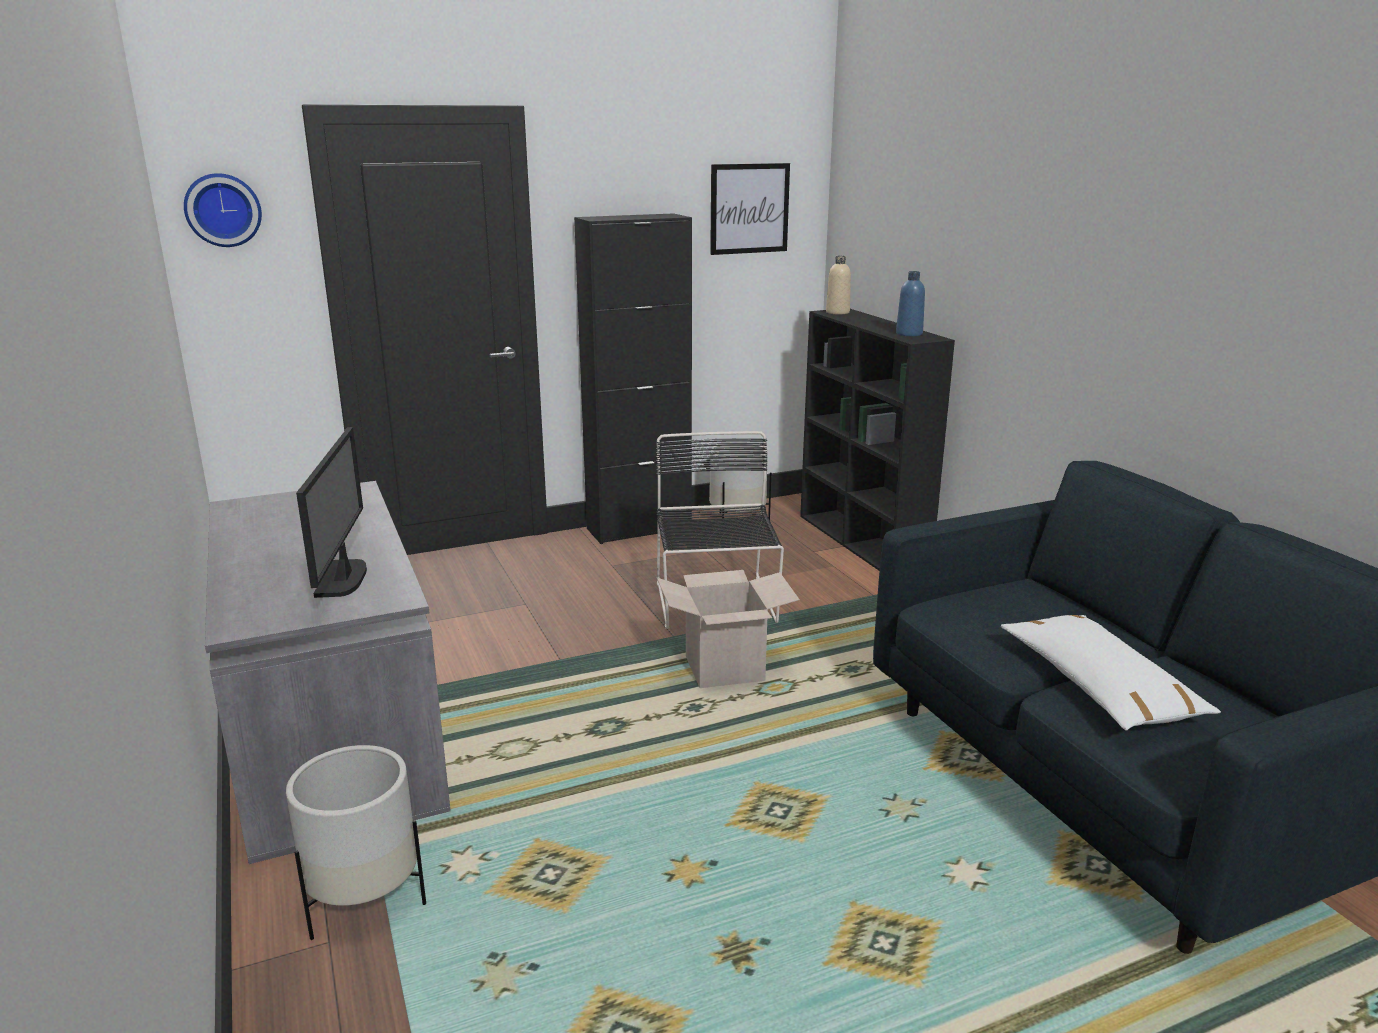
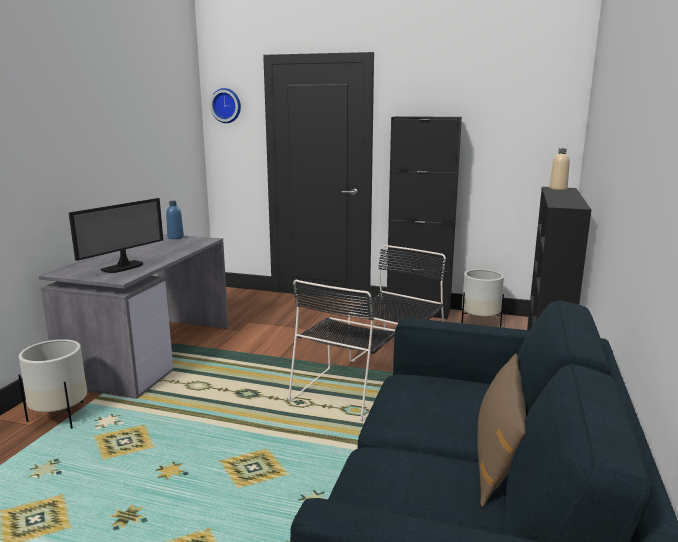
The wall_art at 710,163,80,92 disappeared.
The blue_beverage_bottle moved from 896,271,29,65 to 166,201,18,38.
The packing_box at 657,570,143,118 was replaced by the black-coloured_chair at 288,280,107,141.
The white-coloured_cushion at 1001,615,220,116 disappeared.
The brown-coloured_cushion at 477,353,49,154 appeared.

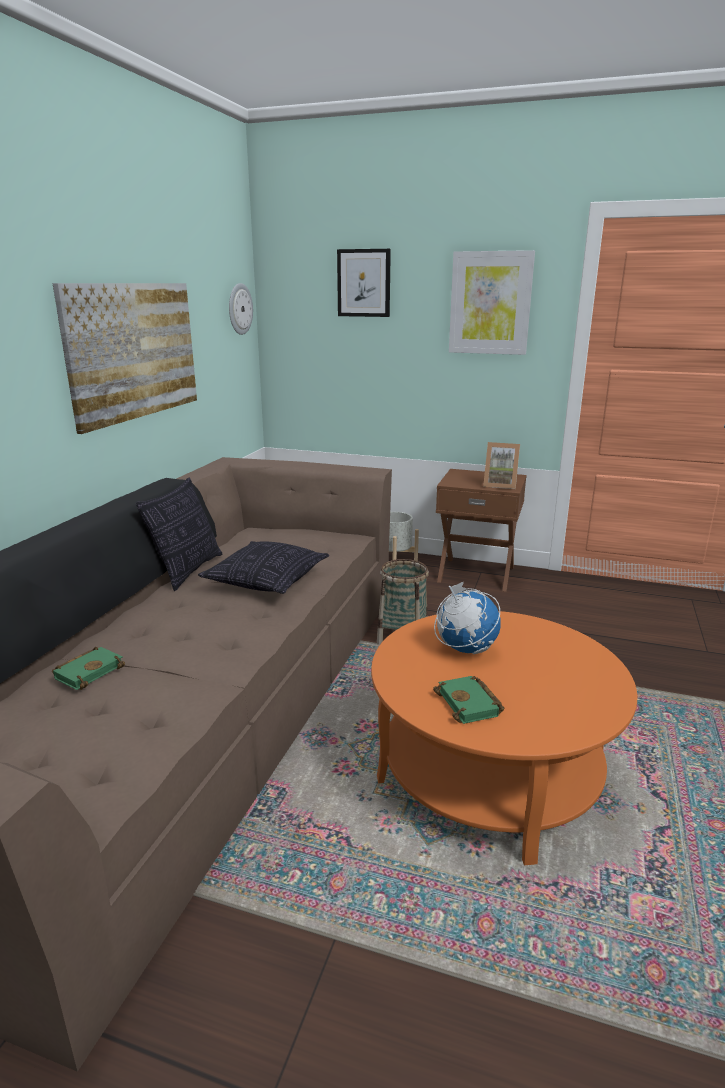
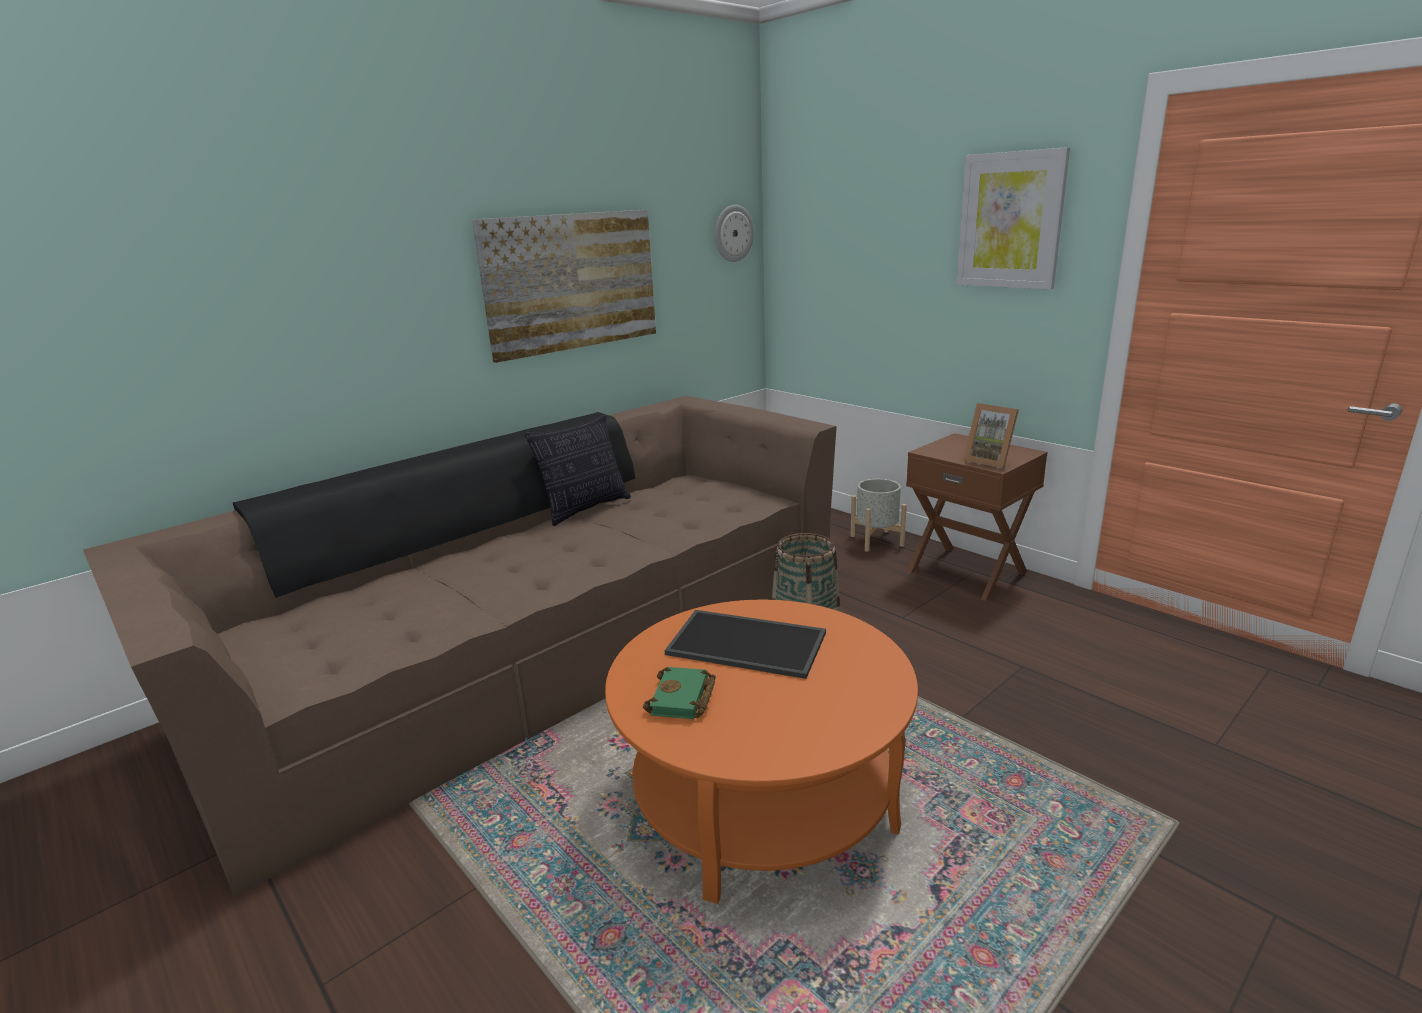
The wall_art at 337,249,54,68 disappeared.
The cushion at 198,541,131,53 disappeared.
The world_globe at 434,582,67,72 was replaced by the tray at 665,610,161,69.
The green_volume at 52,647,73,43 disappeared.

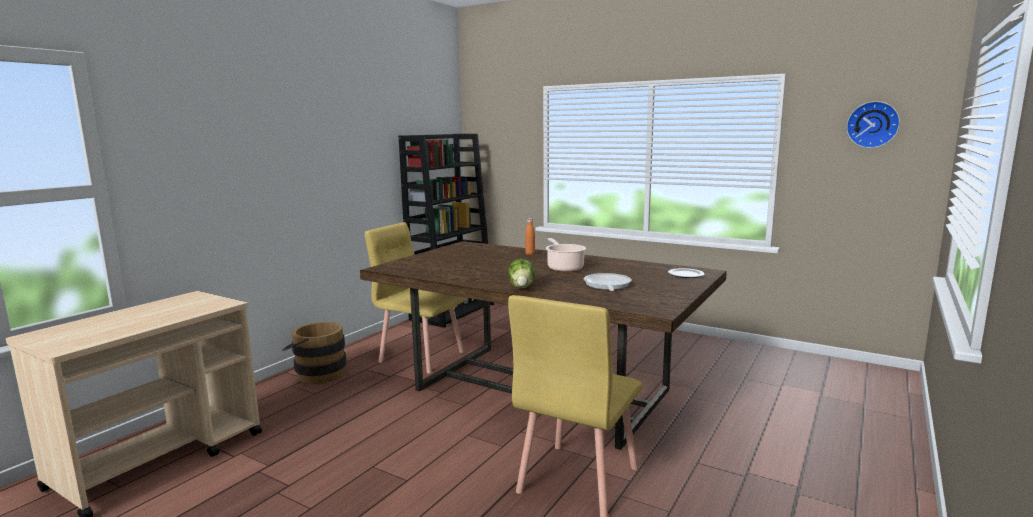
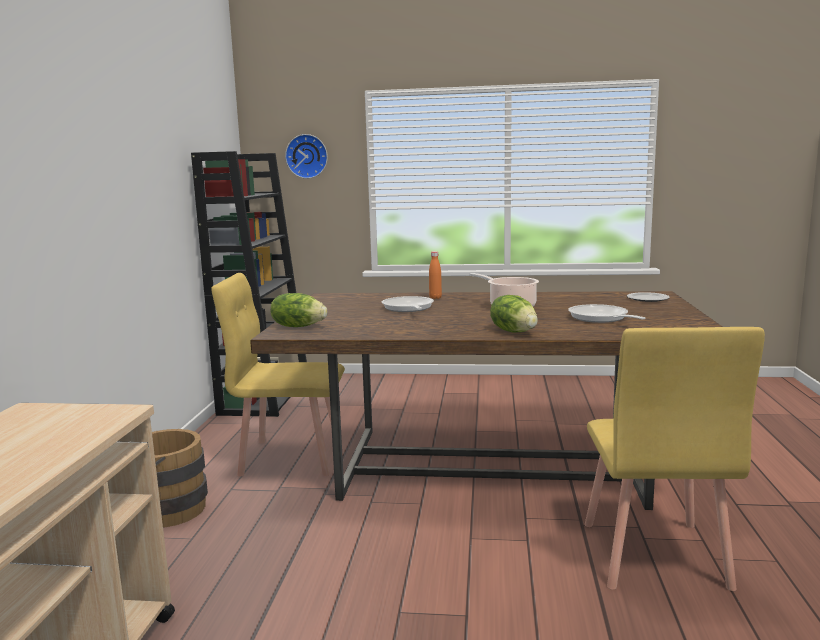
The hanging_clock moved from 846,101,54,47 to 285,134,43,45.
The lettuce_head at 270,293,57,34 appeared.
The frying_pan at 382,296,52,16 appeared.

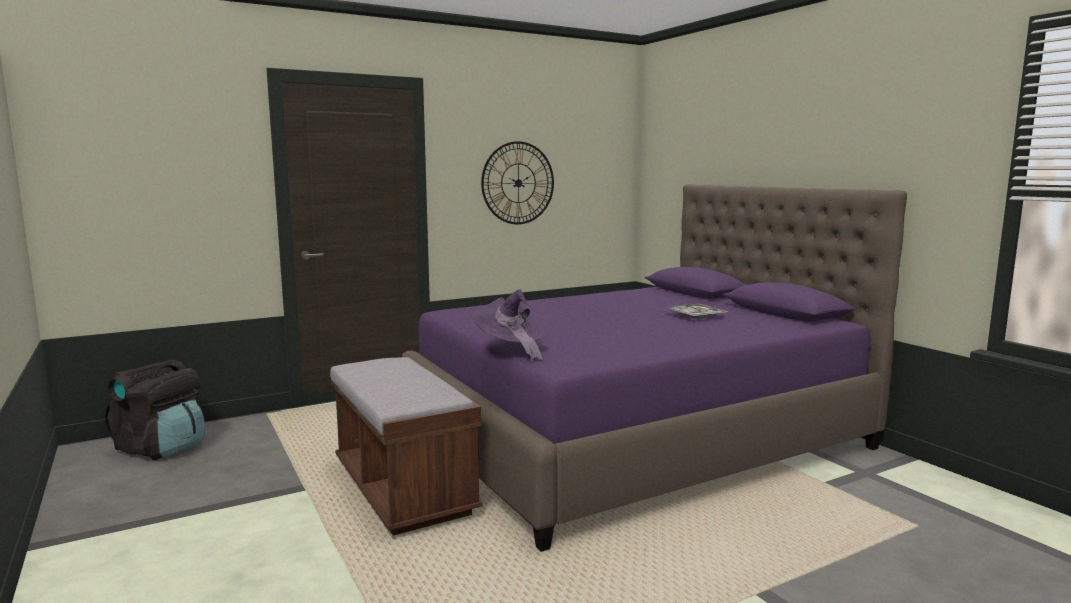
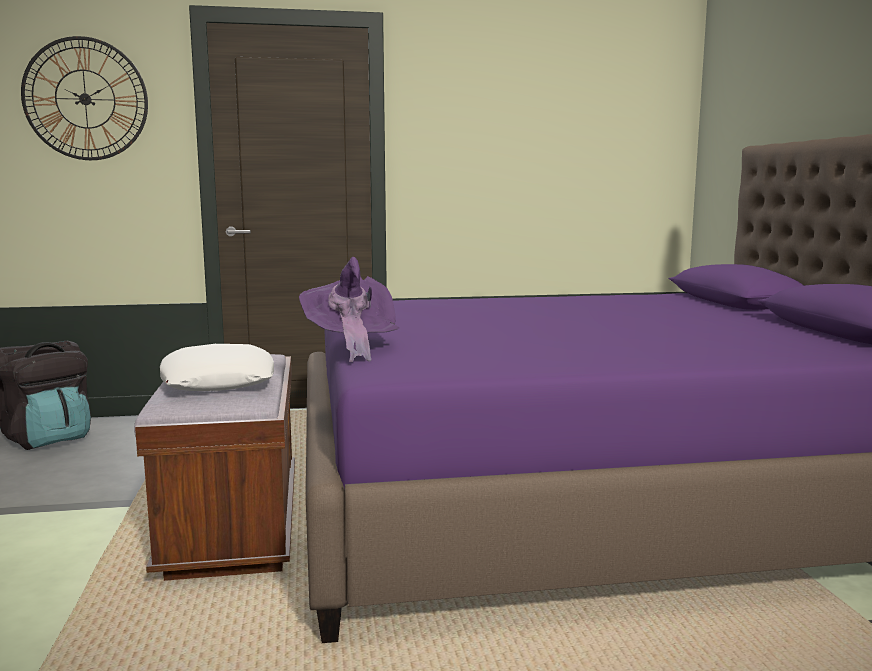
The hanging_clock moved from 481,141,73,83 to 21,36,127,124.
The tray at 666,304,62,15 disappeared.
The white-coloured_cushion at 160,344,114,47 appeared.

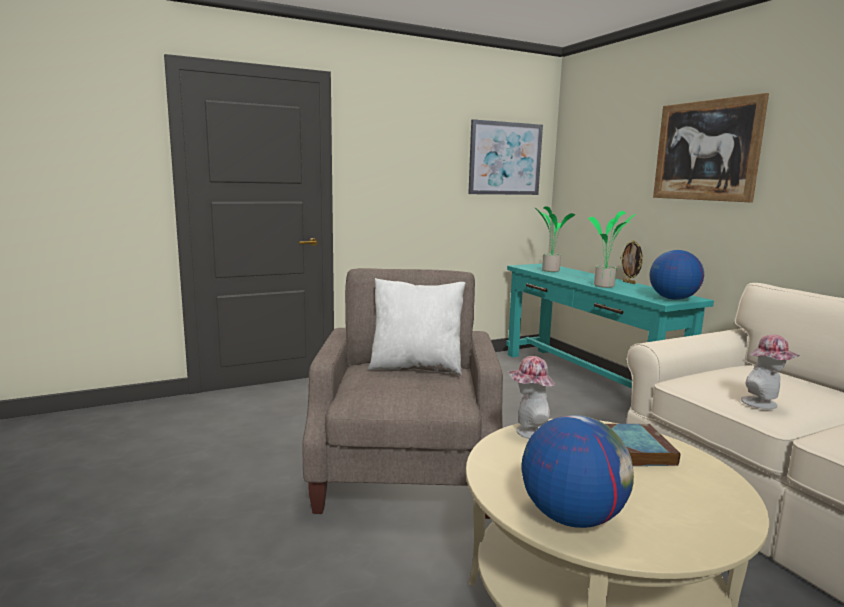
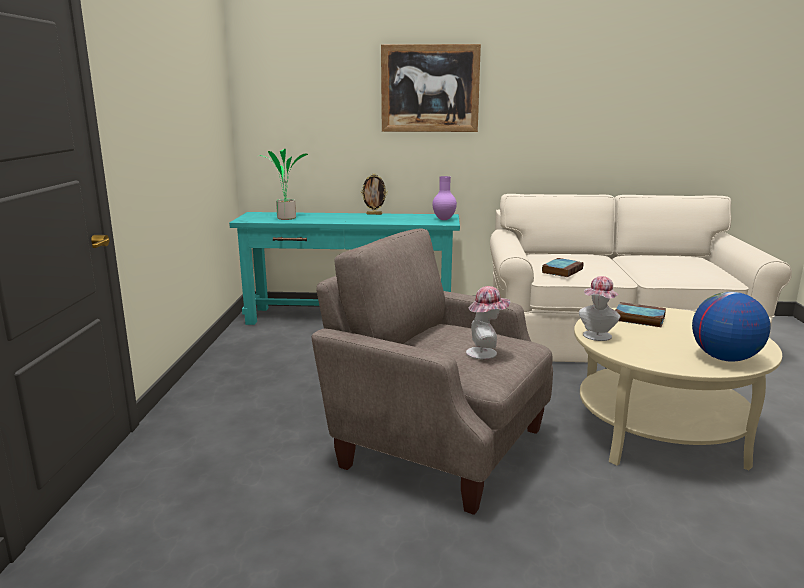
The wall_art at 468,119,75,76 disappeared.
The plant_in_a_pot at 588,211,48,77 disappeared.
The world_globe at 649,250,55,50 was replaced by the purple-coloured_vase at 432,176,25,44.
The white-coloured_cushion at 368,278,98,97 disappeared.
The clothing_hat moved from 741,334,59,75 to 466,286,44,73.
The volume at 542,258,42,19 appeared.

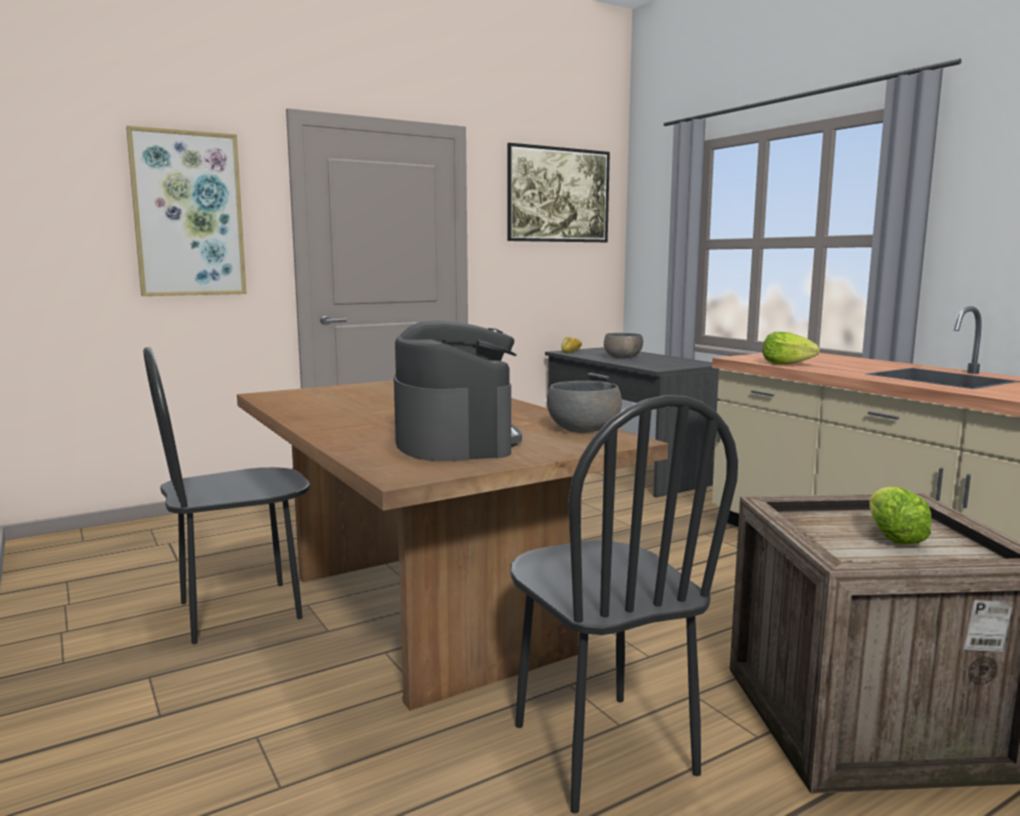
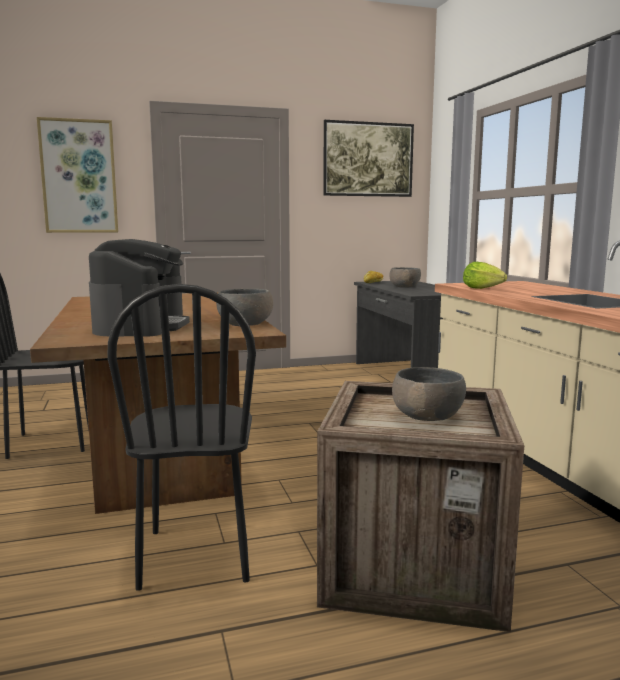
The lettuce_head at 869,487,62,58 was replaced by the greyish_serving_bowl at 392,367,74,54.

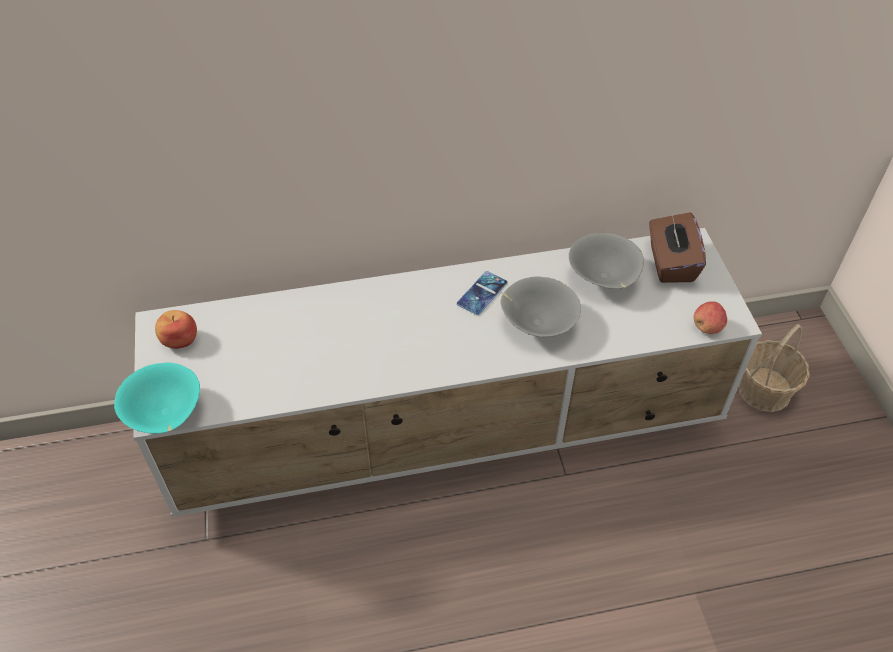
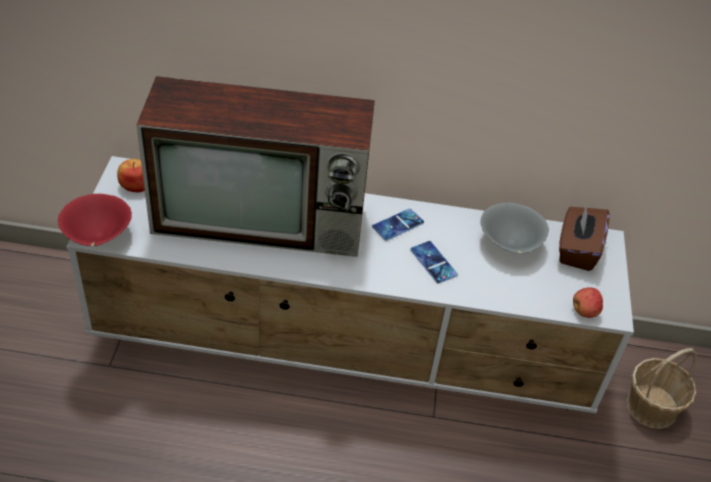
The greyish_serving_bowl at 500,276,81,61 was replaced by the handset at 410,241,48,42.
The turquoise-coloured_serving_bowl at 114,362,86,72 became the reddish_serving_bowl at 58,194,74,52.
The TV_set at 137,76,238,181 appeared.

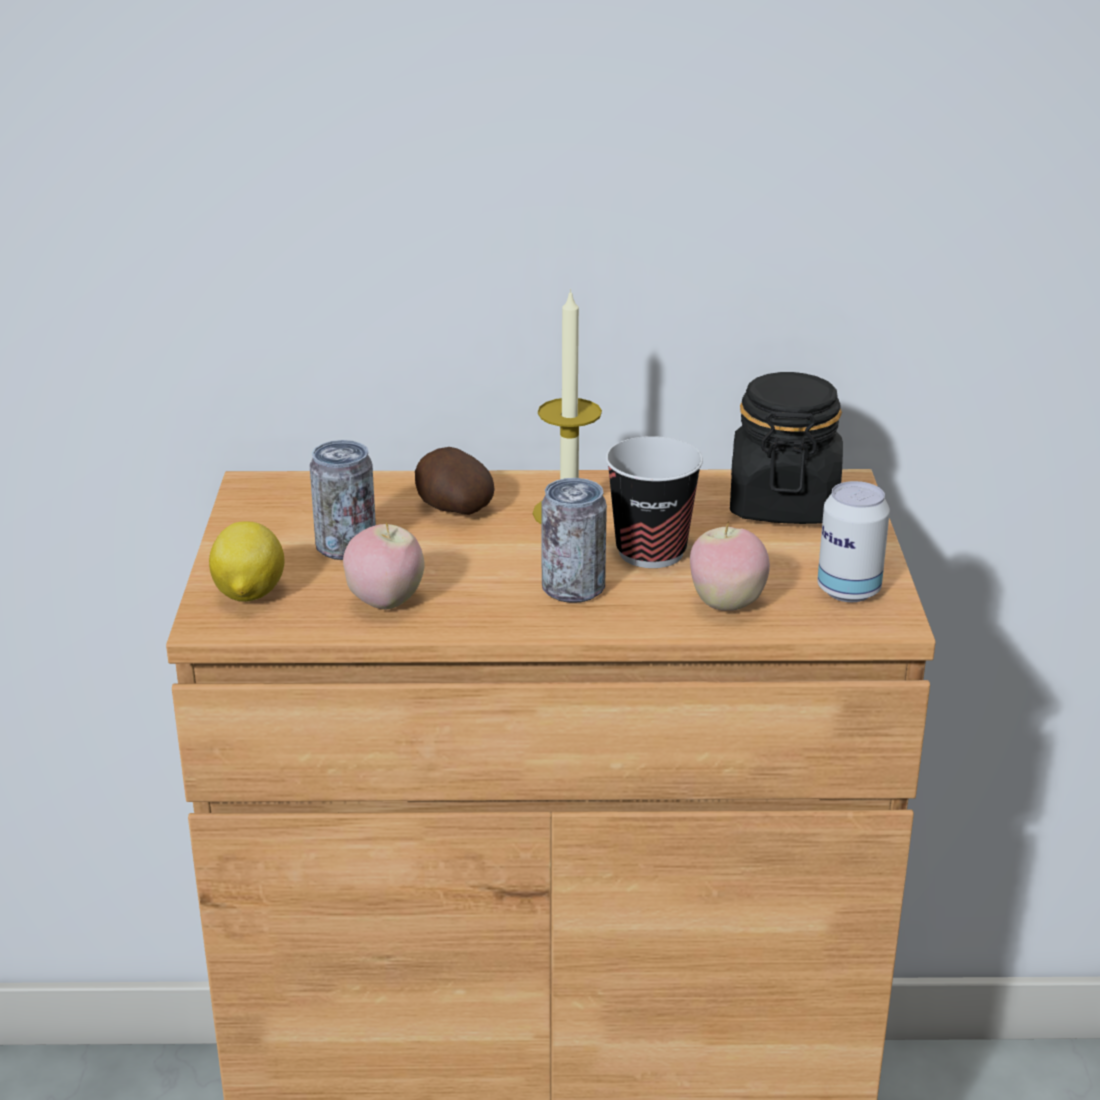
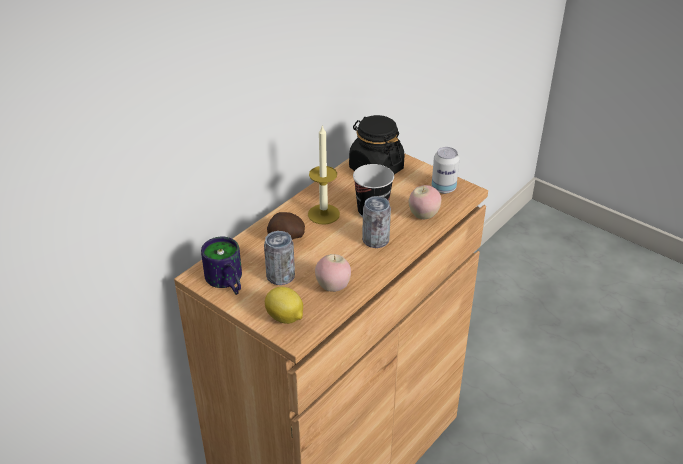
The coffee_mug at 201,237,41,58 appeared.

